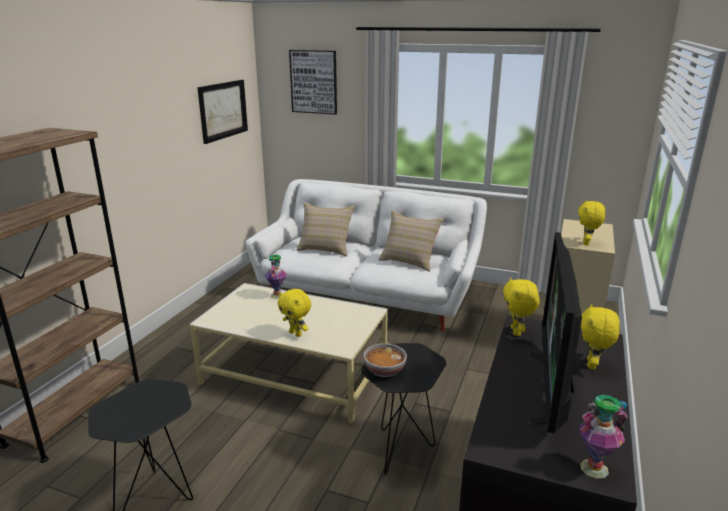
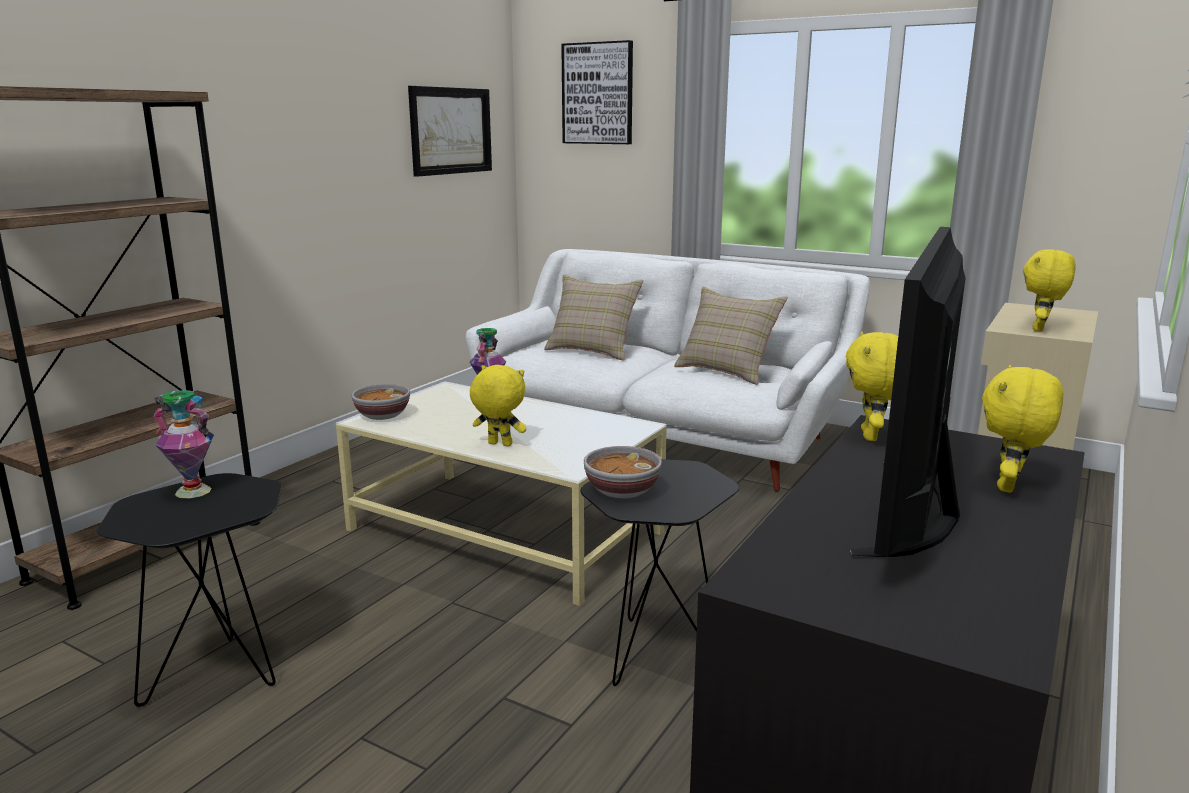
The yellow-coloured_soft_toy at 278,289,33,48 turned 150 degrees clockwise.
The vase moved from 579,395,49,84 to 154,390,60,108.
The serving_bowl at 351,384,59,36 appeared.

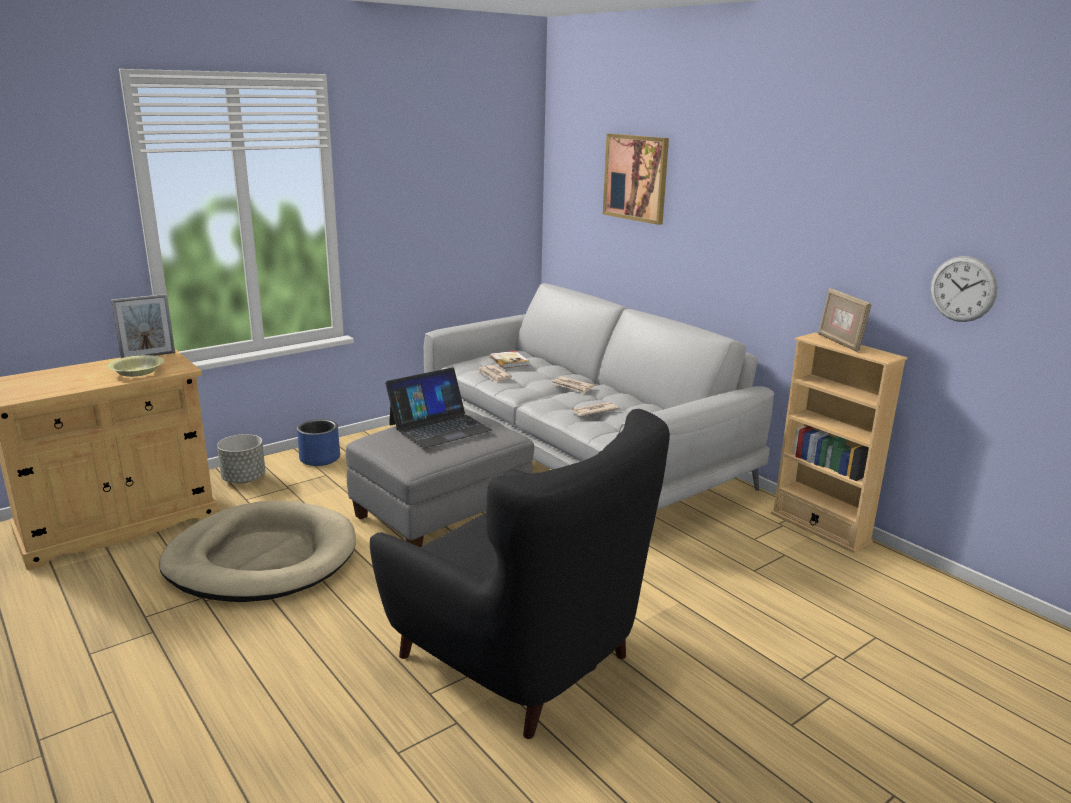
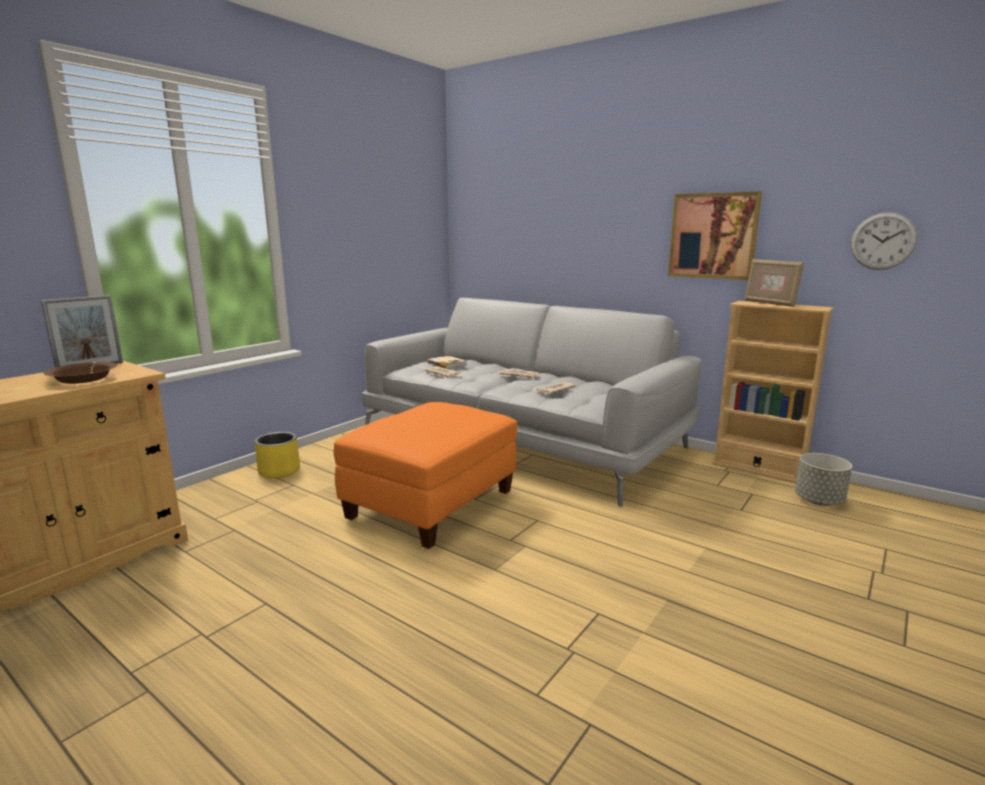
The wall_art moved from 603,134,66,91 to 668,192,94,88.
The yellow-coloured_serving_bowl at 107,355,57,22 became the brown-coloured_serving_bowl at 43,362,74,22.
The portable_computer at 385,367,107,81 disappeared.
The black-coloured_lounge_chair at 370,409,300,330 disappeared.
The greyish_footrest at 346,410,188,137 became the orangey_footrest at 334,402,184,147.
The blue_planter at 297,419,43,47 became the yellow-coloured_planter at 254,432,46,46.
The greyish_planter moved from 217,434,48,49 to 795,453,57,53.
The beige-coloured_pet_bed at 159,501,197,101 disappeared.

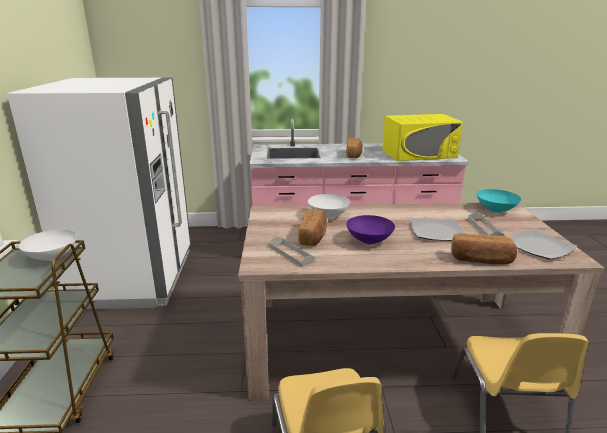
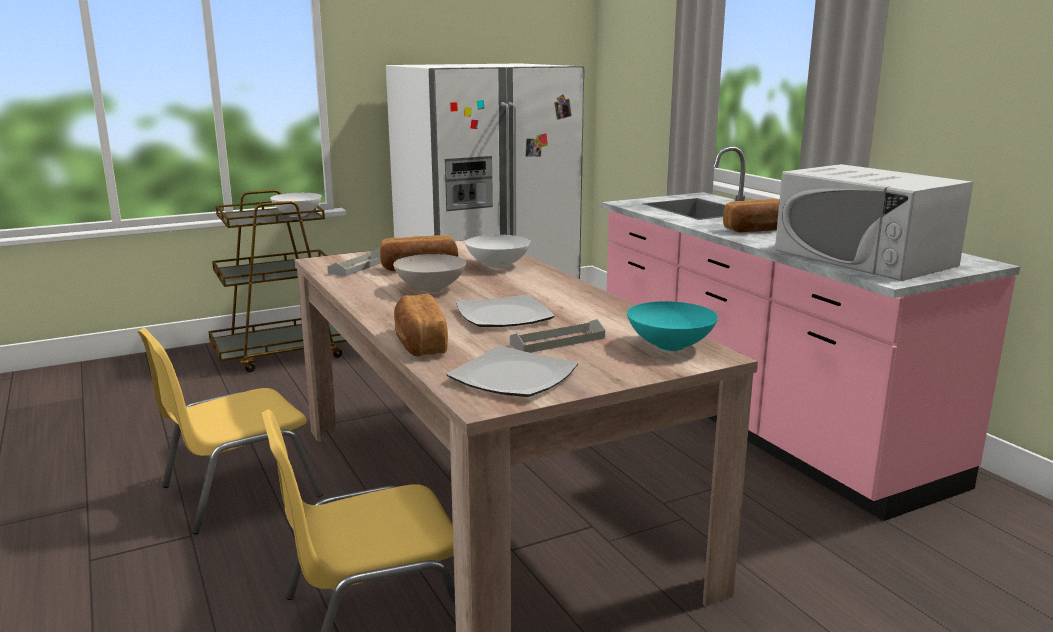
The yellow-coloured_microwave at 382,114,81,47 became the white-coloured_microwave at 775,164,198,117.
The purple-coloured_serving_bowl at 346,215,49,29 became the white-coloured_serving_bowl at 393,254,73,38.

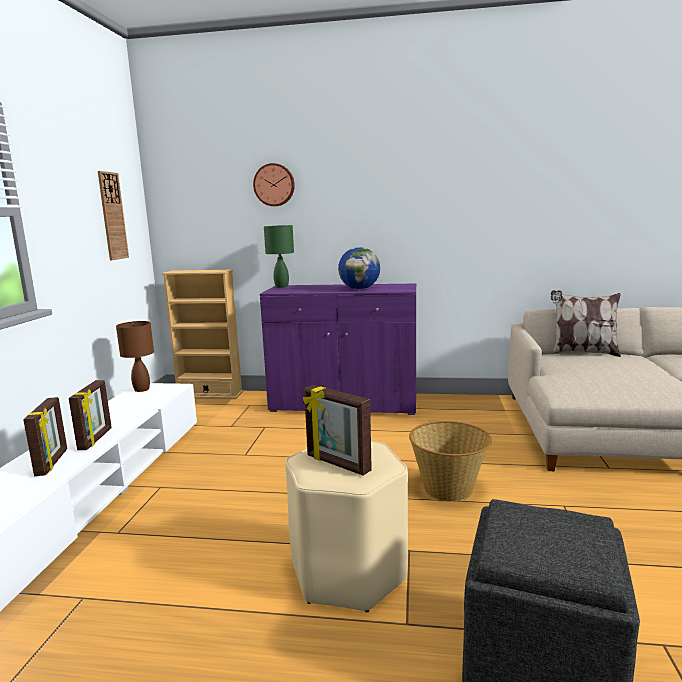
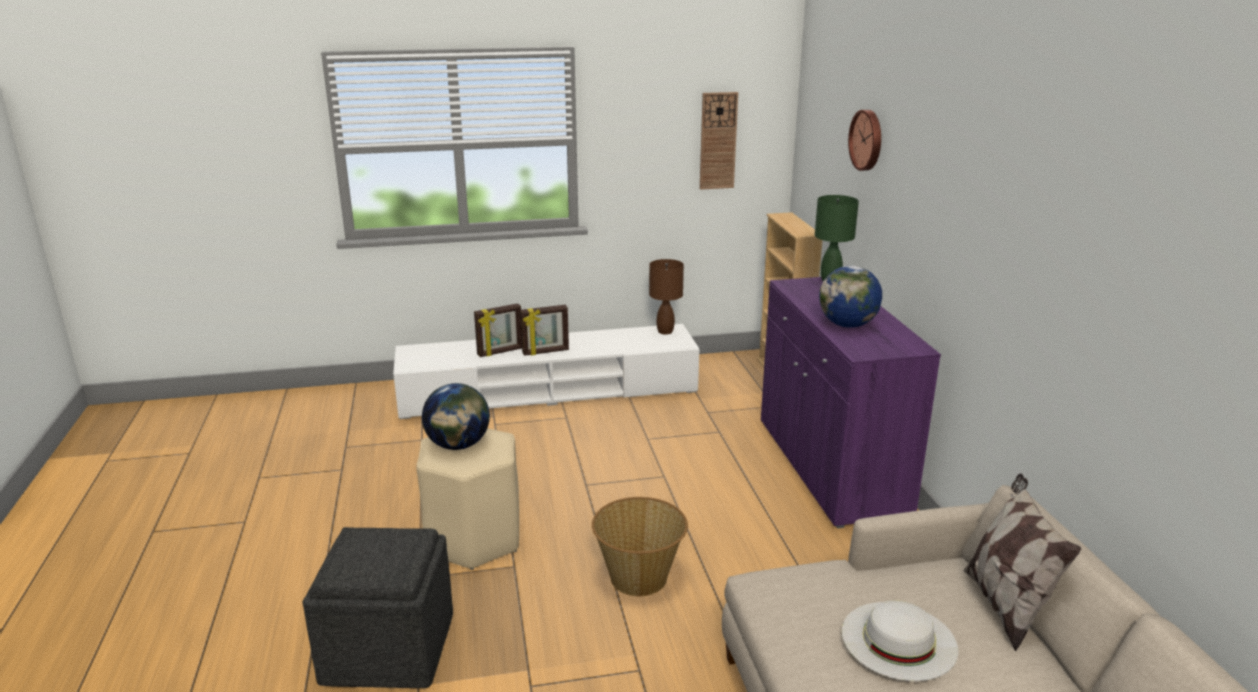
The picture_frame at 303,385,69,91 was replaced by the world_globe at 422,383,68,67.
The white-coloured_clothing_hat at 842,600,116,81 appeared.

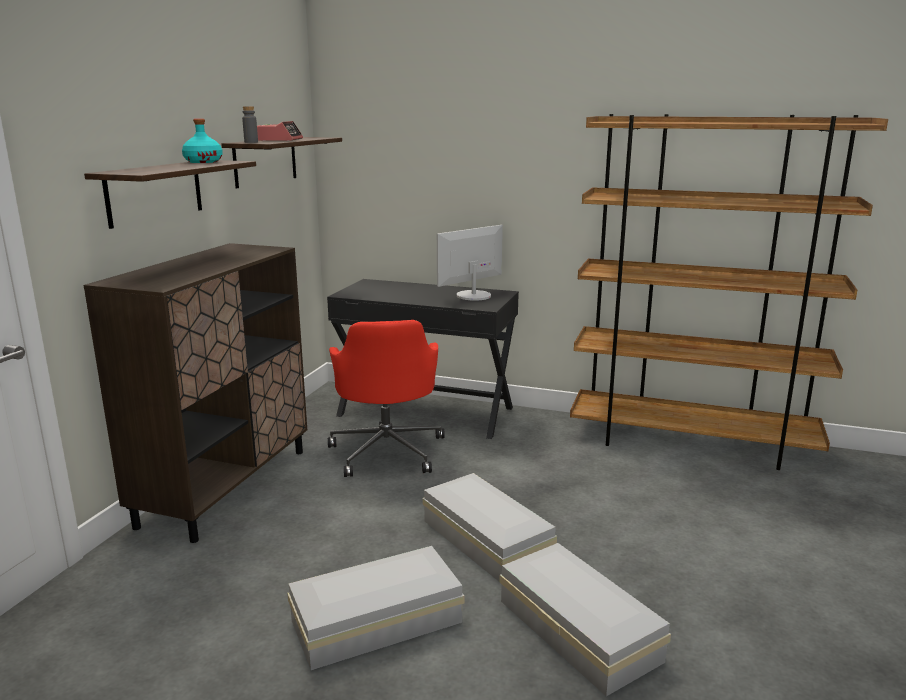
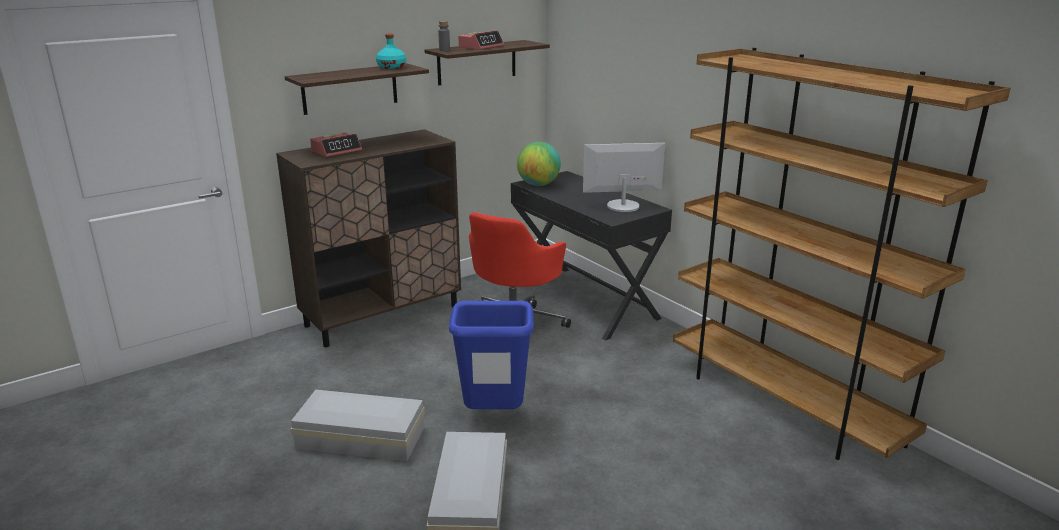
The white-coloured_storage_box at 422,473,135,108 was replaced by the blue_waste_bin at 449,301,85,108.
The bedside_clock at 310,132,52,25 appeared.
The world_globe at 517,142,44,44 appeared.

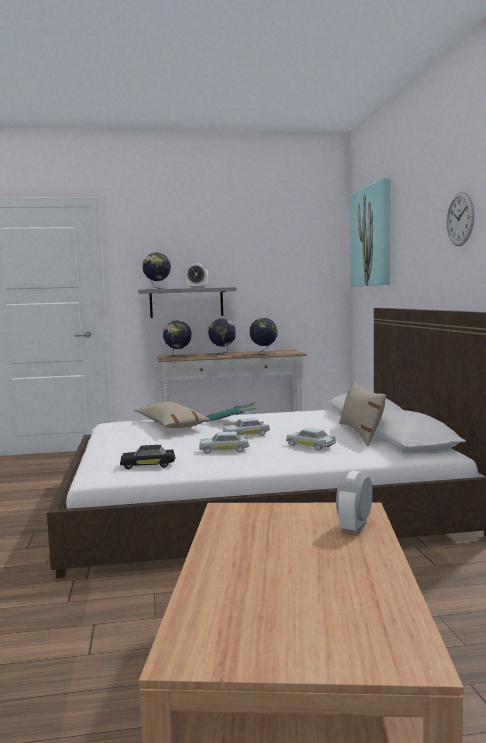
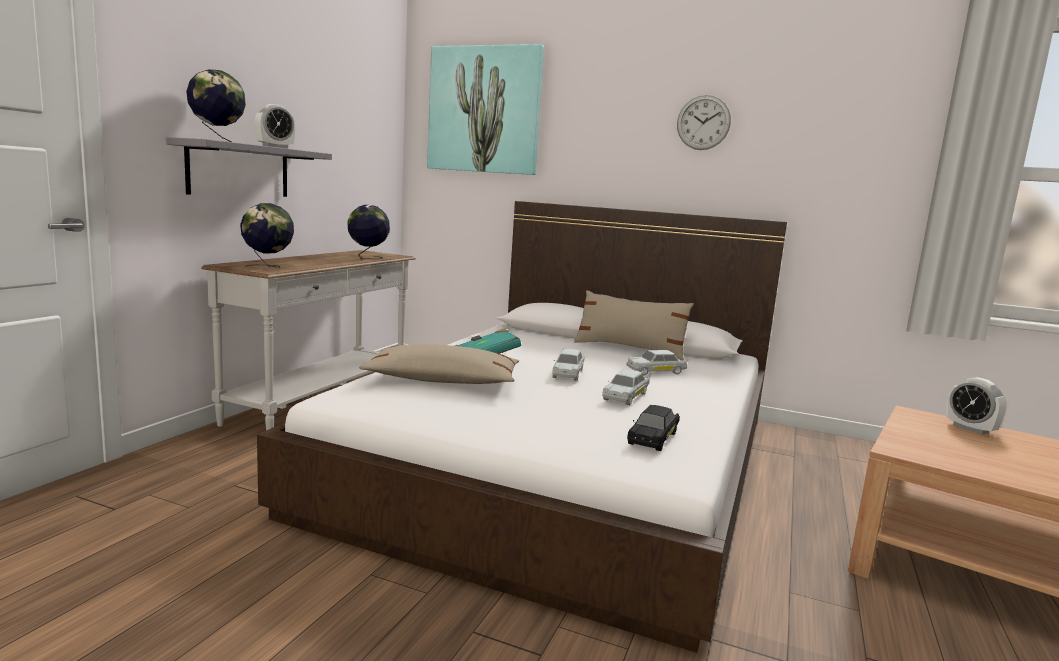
The world_globe at 208,319,28,36 disappeared.

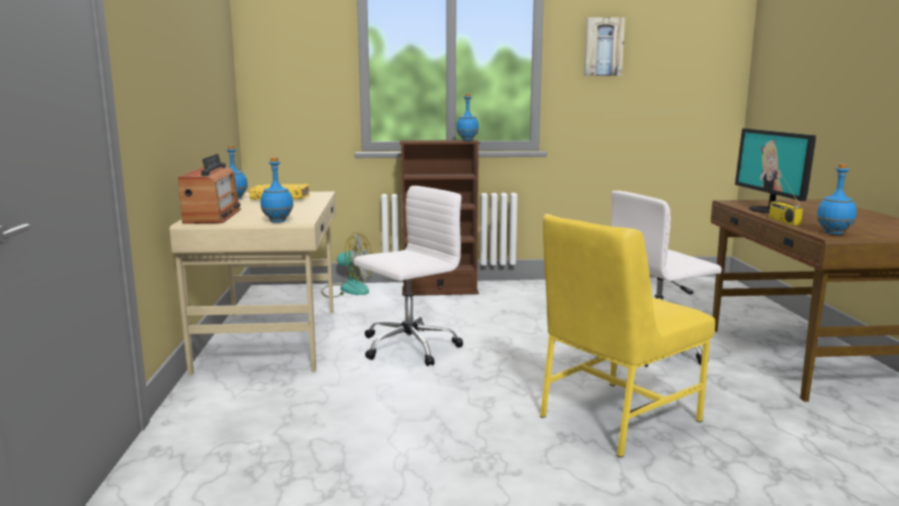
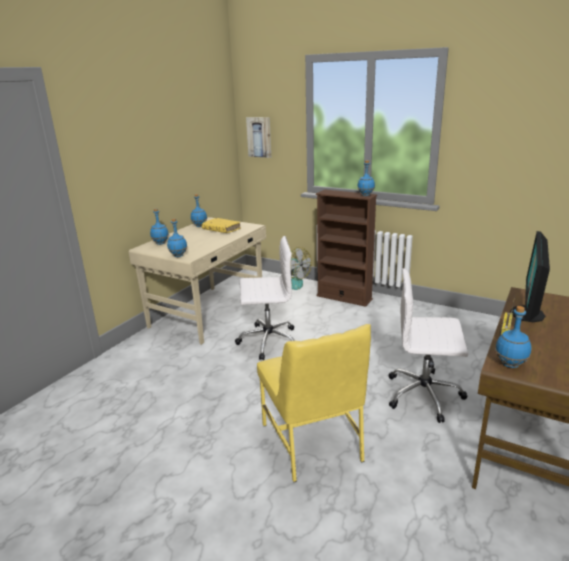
The wall_art moved from 584,17,41,59 to 246,117,25,41.
The radio_receiver at 178,154,63,70 was replaced by the blue_beverage_bottle at 150,208,19,37.
The yellow-coloured_chair at 540,214,175,244 turned 105 degrees counterclockwise.

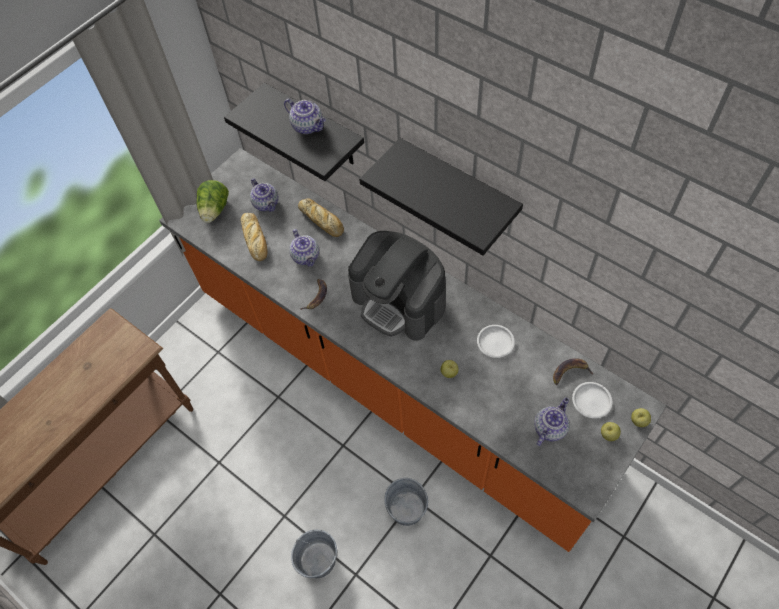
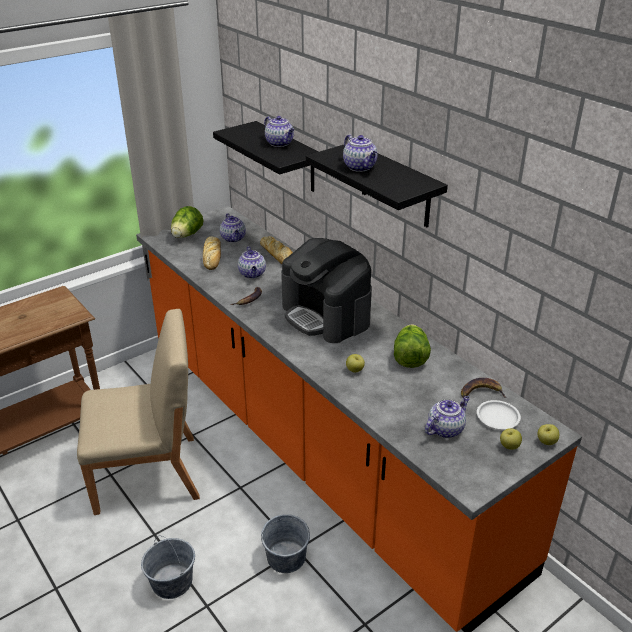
The white-coloured_dinner_plate at 477,325,38,33 was replaced by the lettuce_head at 394,324,37,44.
The pot_for_tea at 343,135,34,37 appeared.
The beige-coloured_chair at 77,309,123,206 appeared.

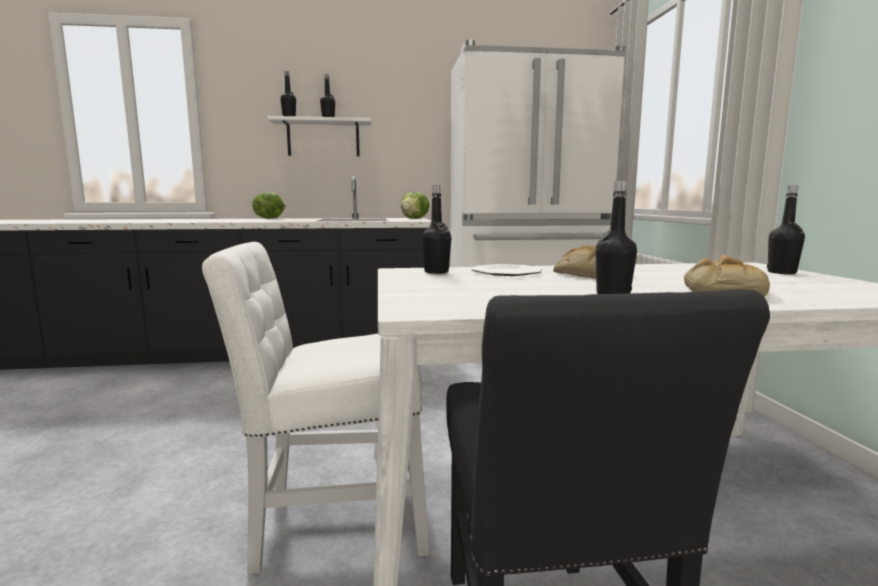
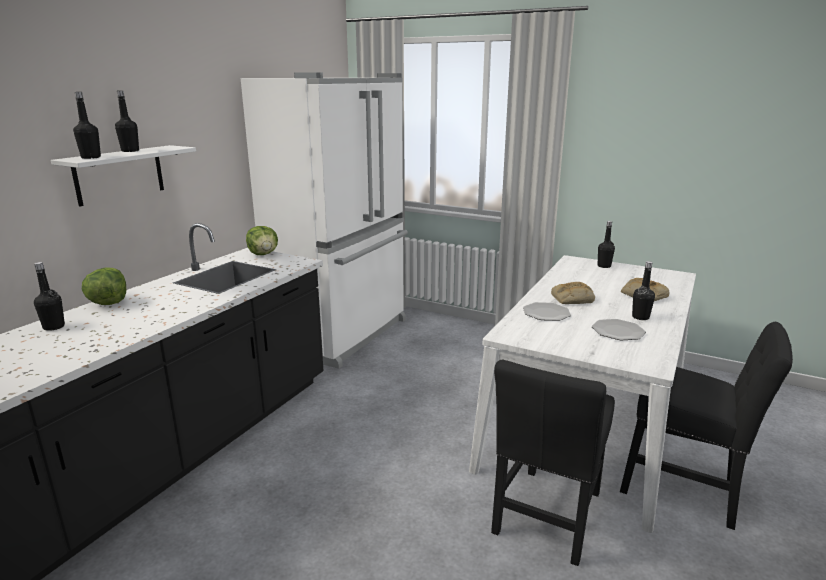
The black-coloured_beverage_bottle moved from 422,185,29,89 to 34,262,31,69.
The white-coloured_chair at 202,242,228,332 became the black-coloured_chair at 491,360,124,206.
The dinner_plate at 592,319,54,22 appeared.

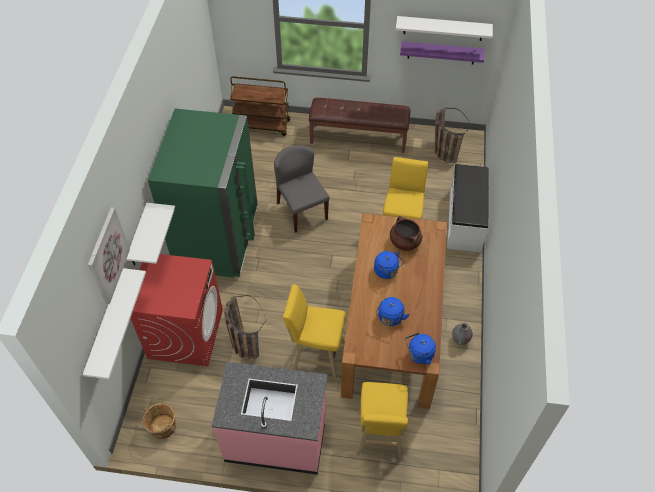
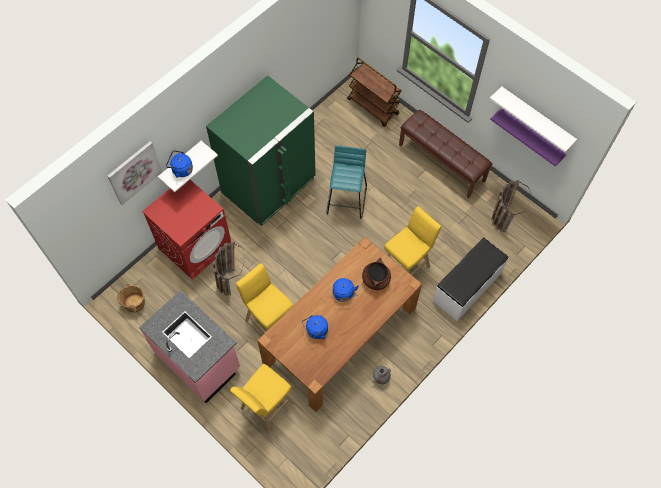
The greyish_chair at 274,145,55,88 was replaced by the turquoise-coloured_stool at 326,145,41,74.
The white-coloured_bracket_shelf at 83,268,63,111 disappeared.
The blue_tea_kettle moved from 405,333,31,31 to 166,150,27,28.

